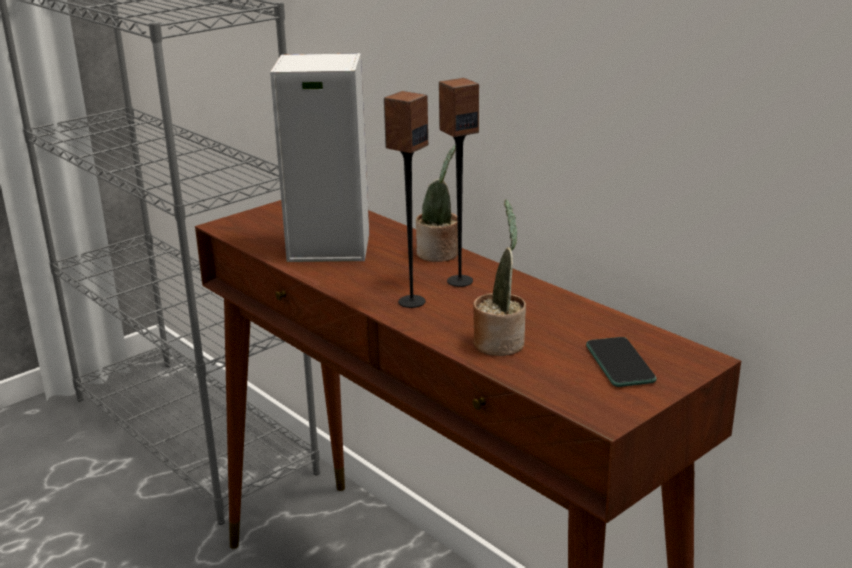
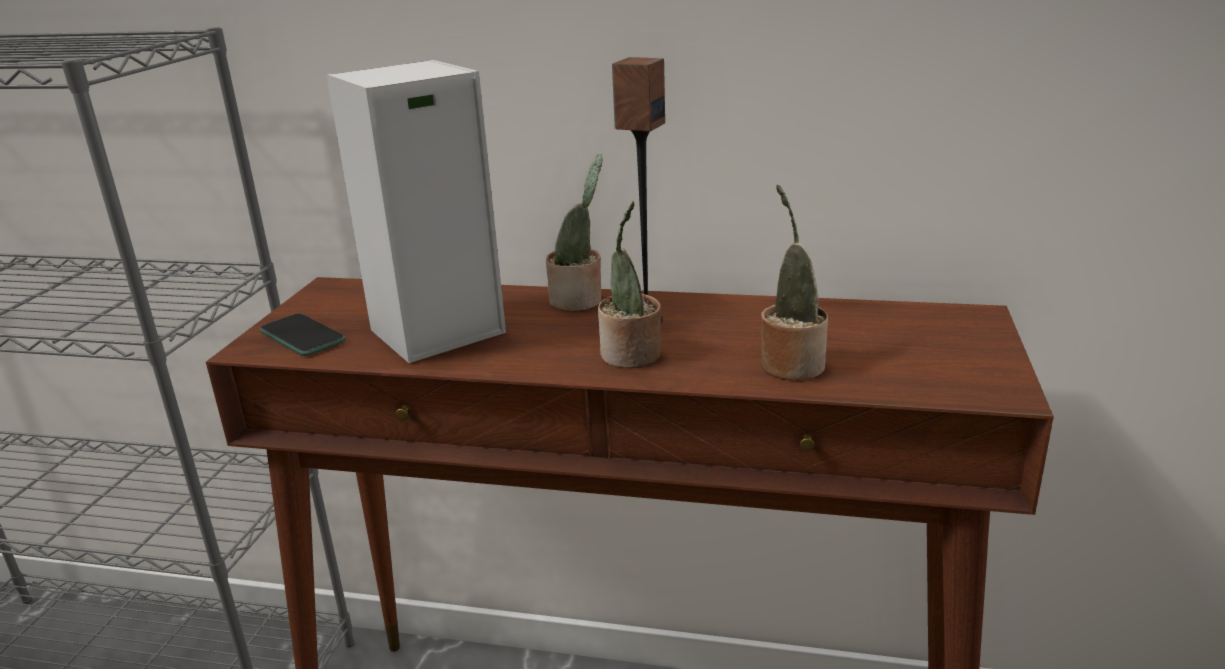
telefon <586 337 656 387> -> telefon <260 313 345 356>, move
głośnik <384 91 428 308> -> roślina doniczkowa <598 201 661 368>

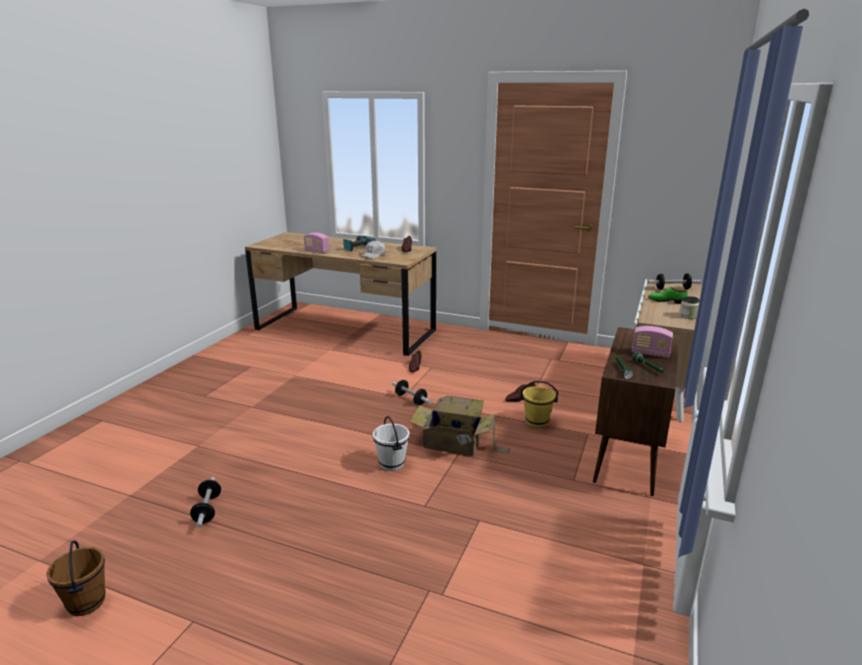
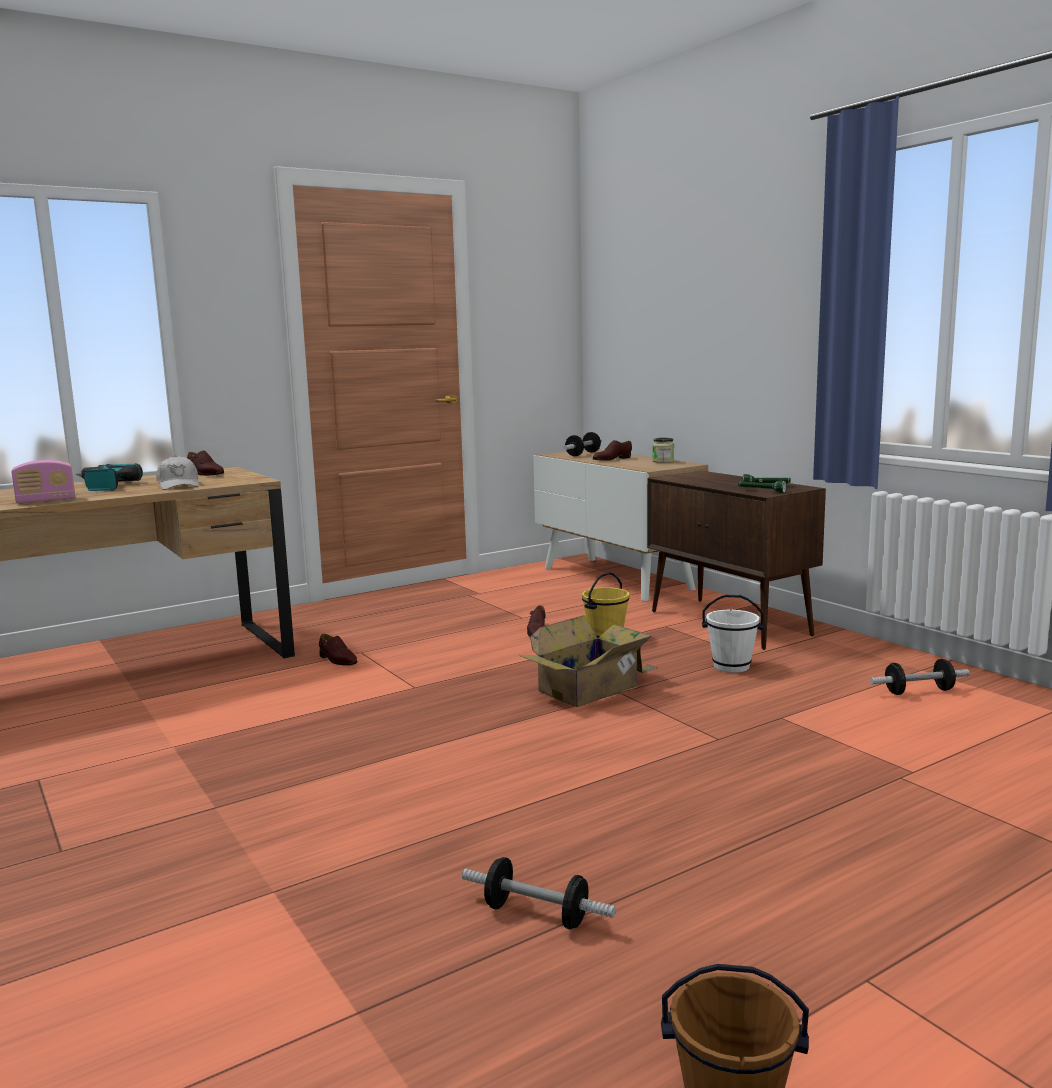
radio <632 326 673 358> -> none
wiadro/biały <373 416 409 471> -> wiadro/biały <702 595 764 673>, move
hantel <392 380 431 405> -> hantel <870 659 970 695>, move
but/zielony <648 287 688 304> -> but/brązowy <593 440 632 461>

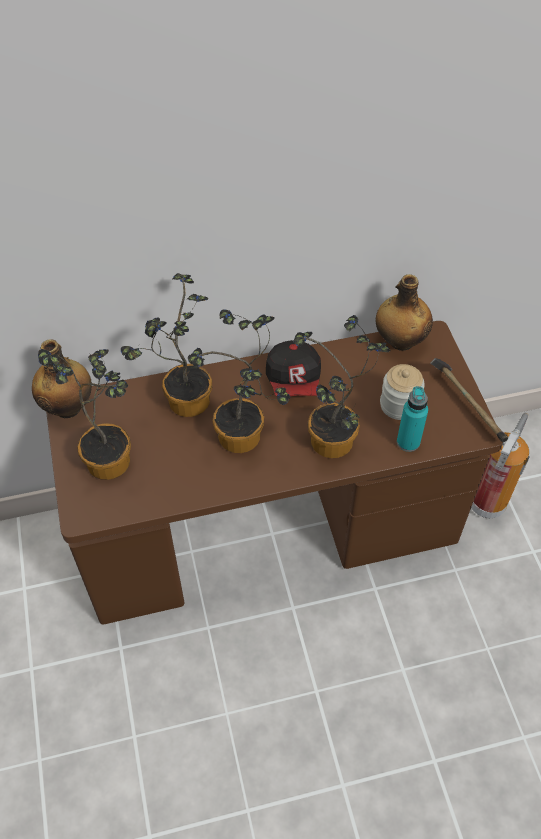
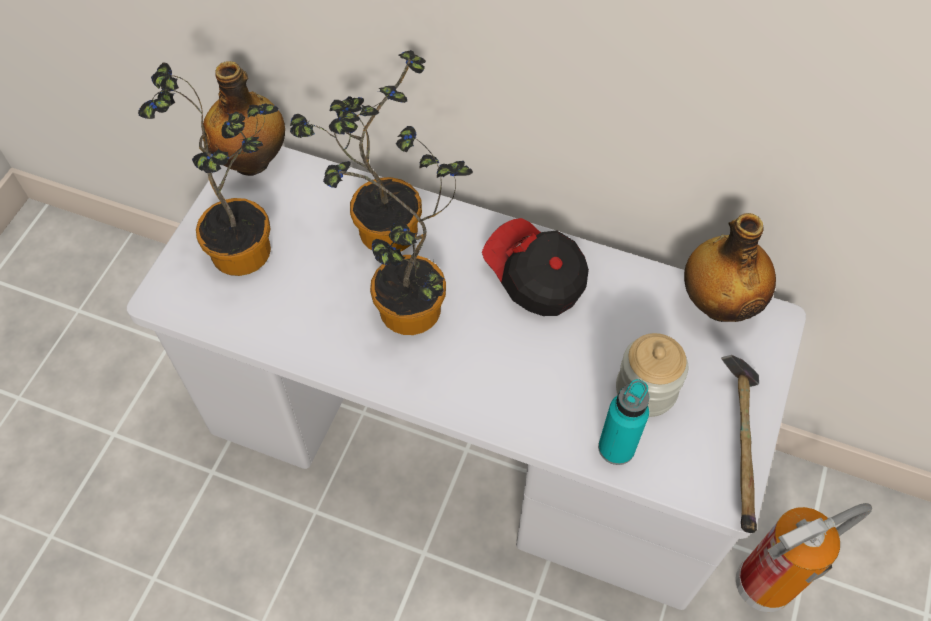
roślina doniczkowa <293 315 390 458> -> none
biurko/brązowy <46 321 503 625> -> biurko/biały <127 146 806 610>
czapka z daszkiem <266 340 321 397> -> czapka z daszkiem <482 218 589 316>, 105 degrees clockwise

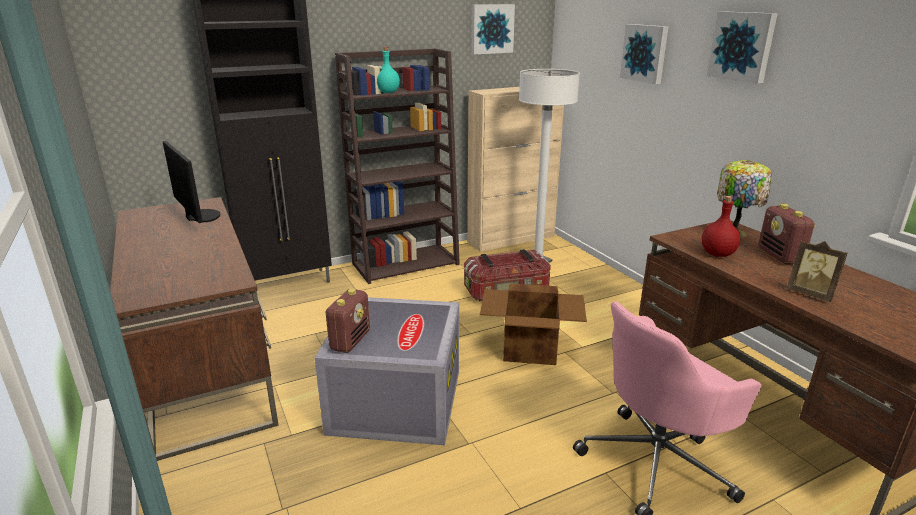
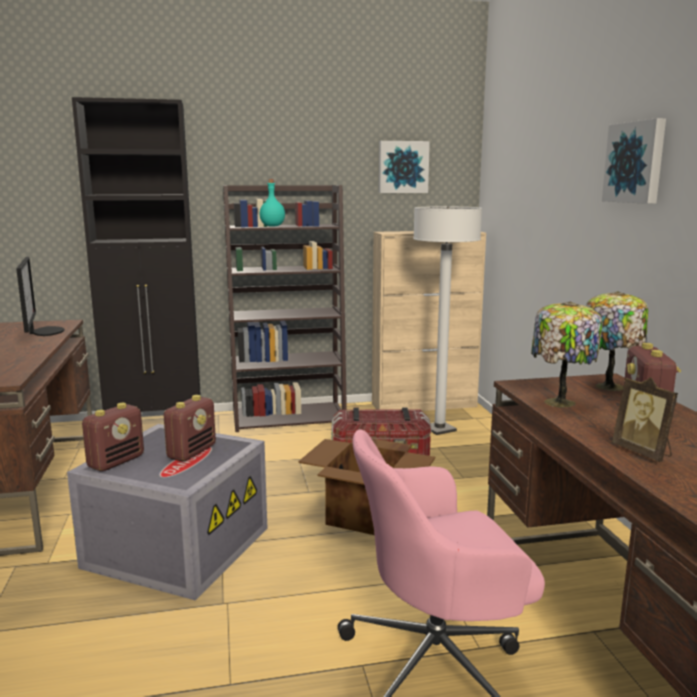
obraz <620 24 668 84> -> none
none -> radio <163 395 216 461>
butelka/czerwony <702 196 740 257> -> lampa stołowa <531 301 602 408>

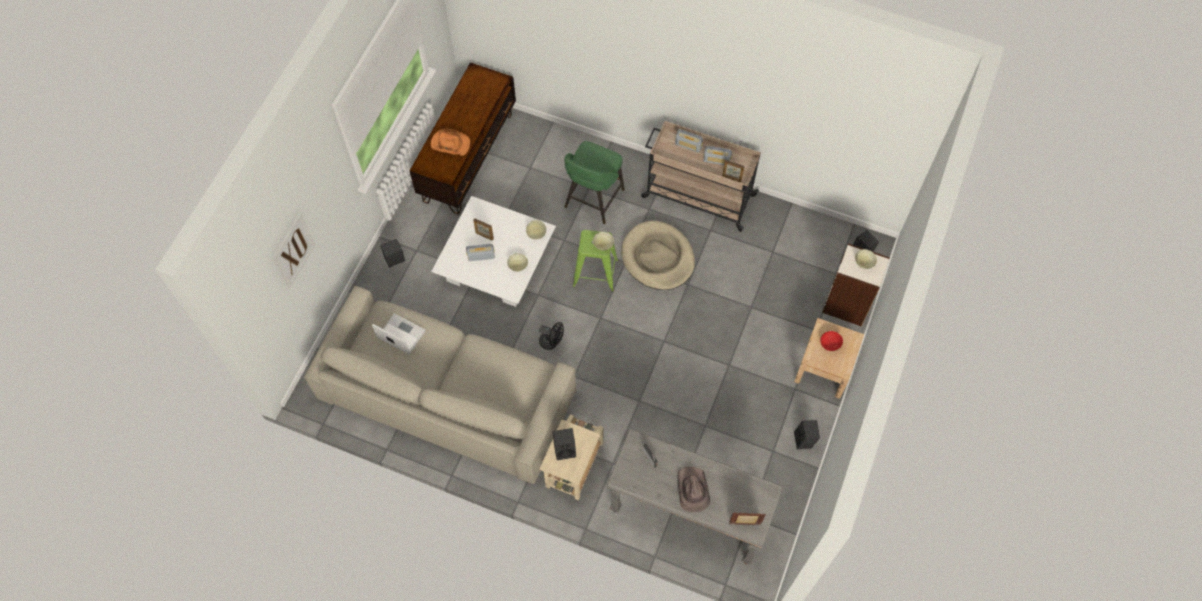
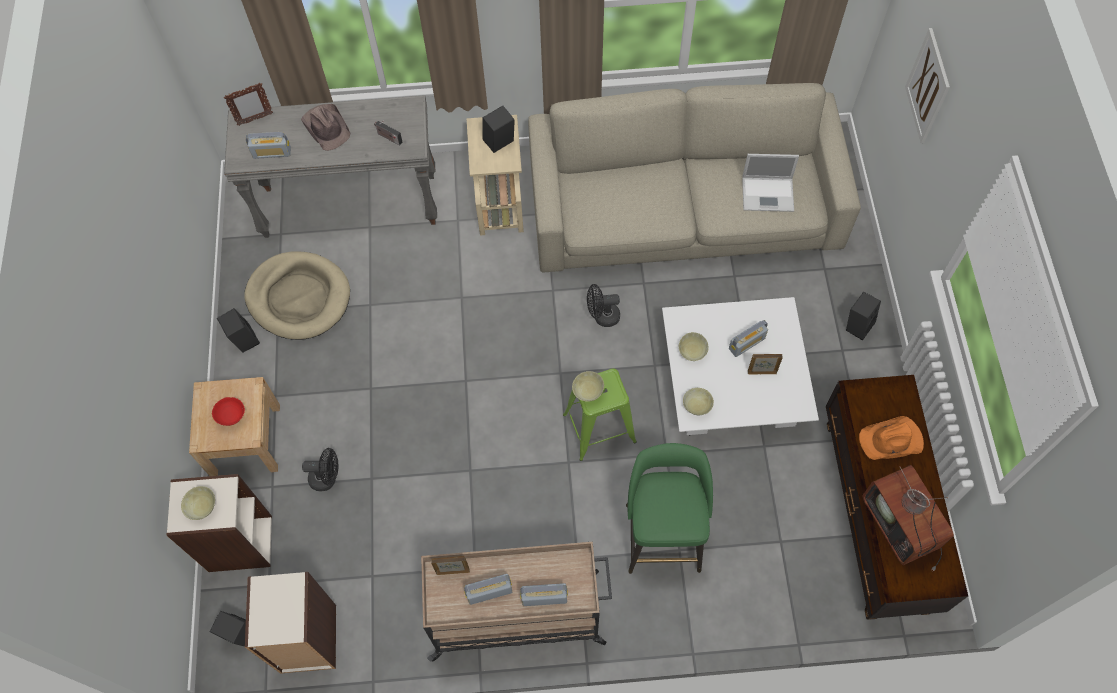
none -> regał <245 572 336 674>
none -> radio <246 132 291 159>
none -> wentylator/czarny <302 448 338 491>
none -> telewizor <863 465 954 572>
legowisko/beżowy <621 220 695 290> -> legowisko/beżowy <244 251 350 340>, move

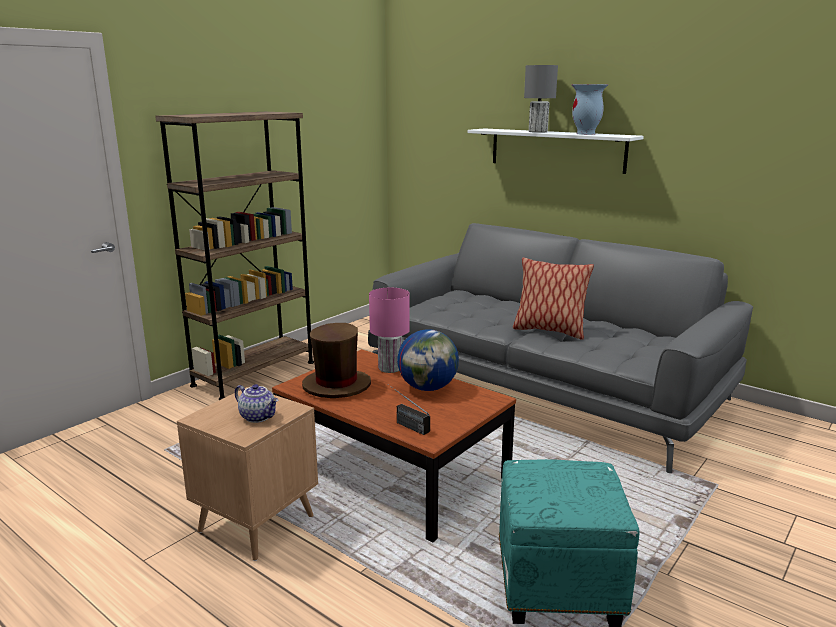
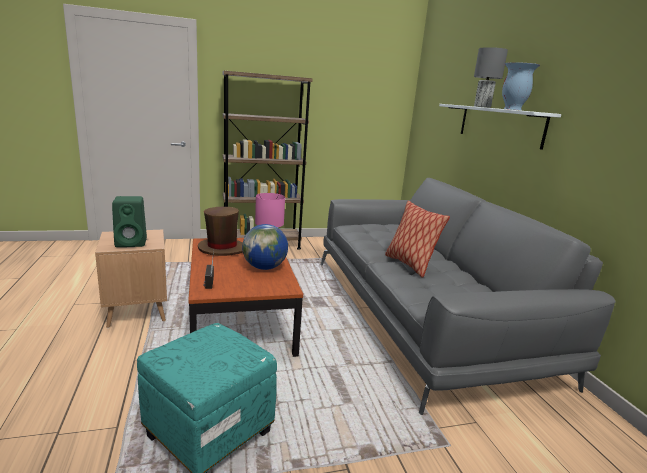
imbryk <235 384 279 423> -> głośnik/zielony <112 196 147 247>

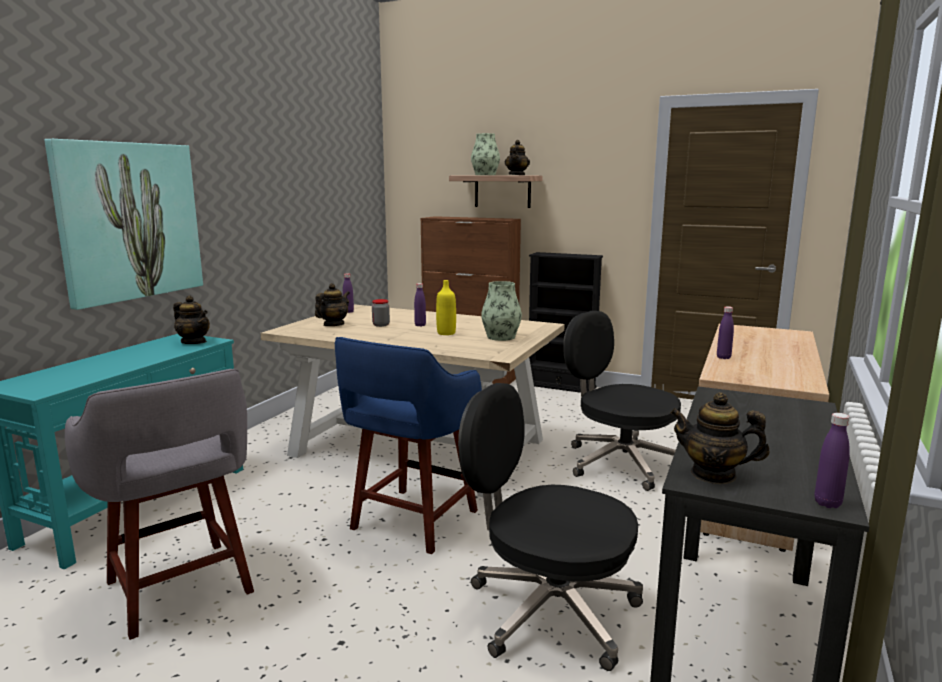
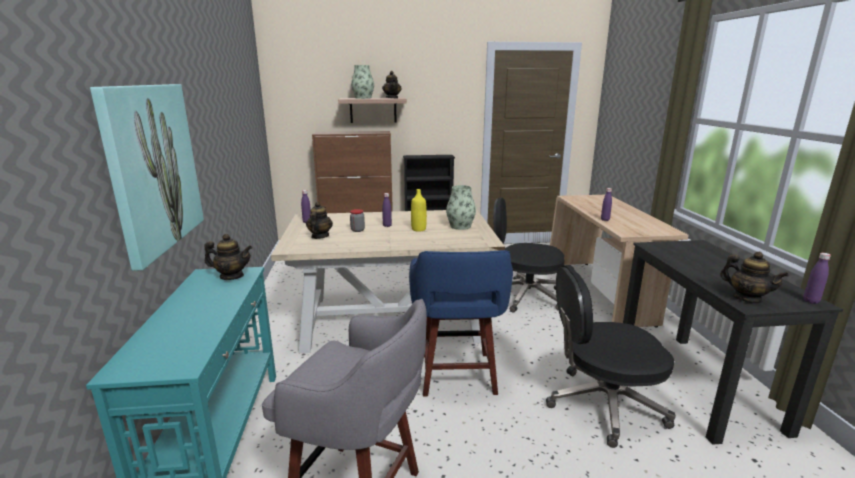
imbryk <670 393 769 484> -> imbryk <720 252 789 304>, 120 degrees counterclockwise

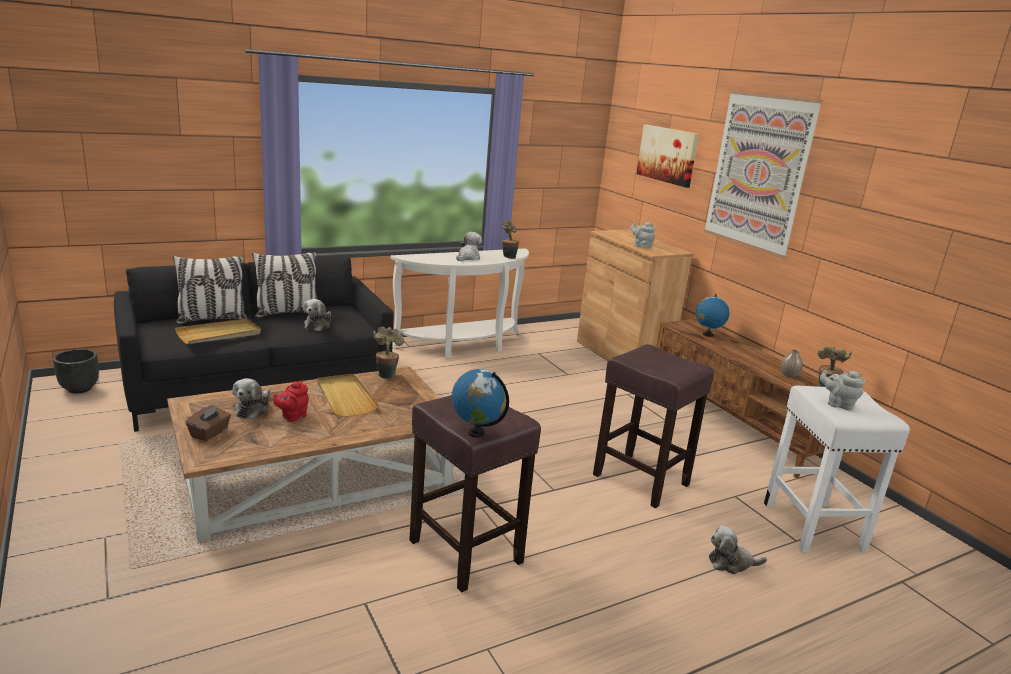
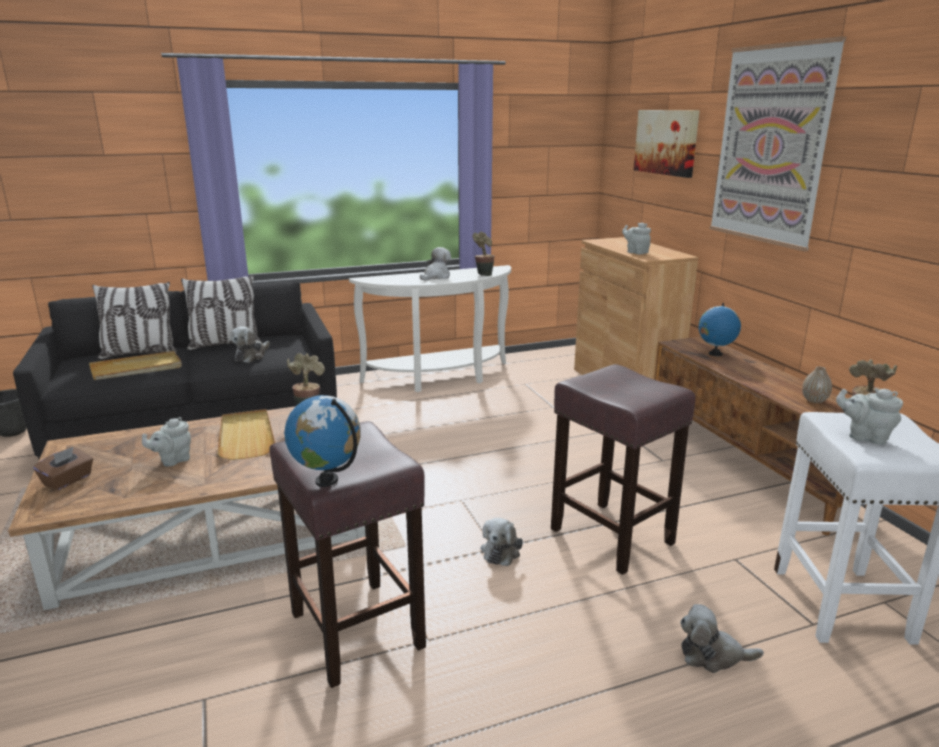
pluszak <232 378 270 419> -> pluszak <481 518 523 566>, move
imbryk/czerwony <273 380 309 422> -> imbryk/szary <142 417 191 467>

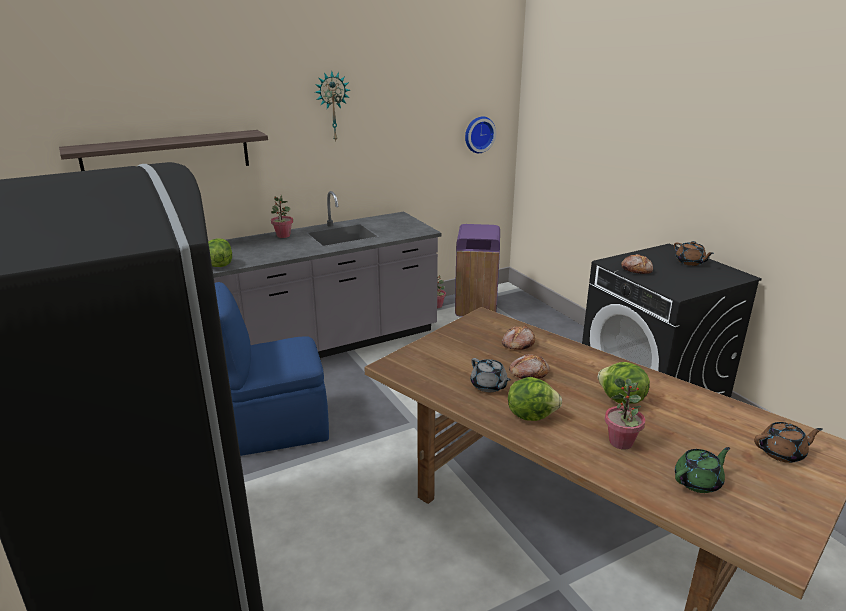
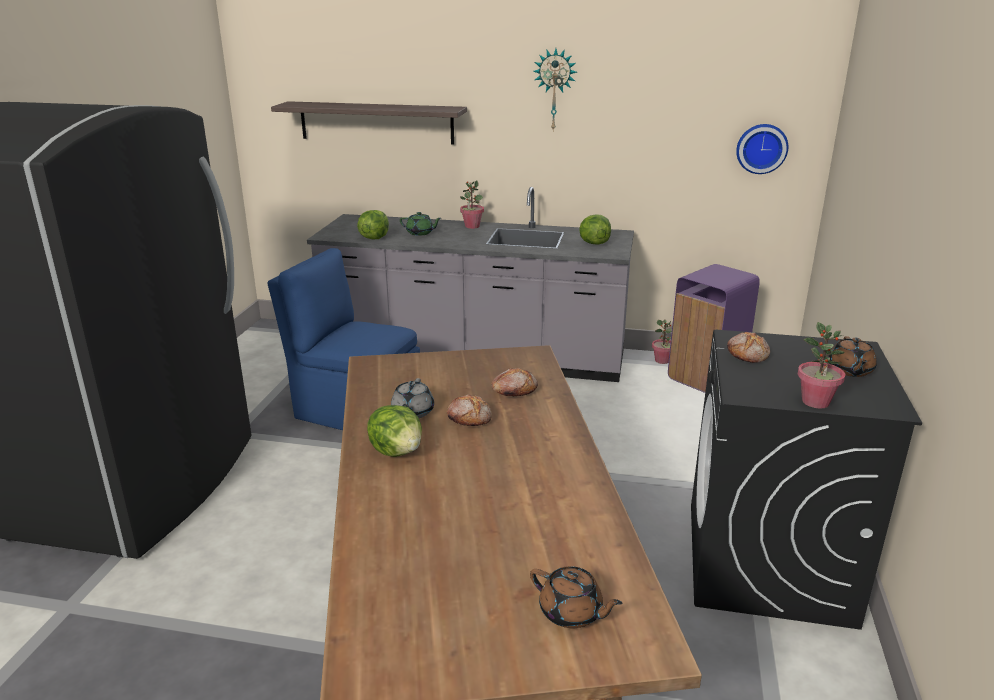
sałata <598 362 650 404> -> sałata <579 214 611 245>, move
roślina doniczkowa <605 378 645 449> -> roślina doniczkowa <798 322 845 409>, move
imbryk/zielony <675 447 730 493> -> imbryk/zielony <400 212 441 236>, move

